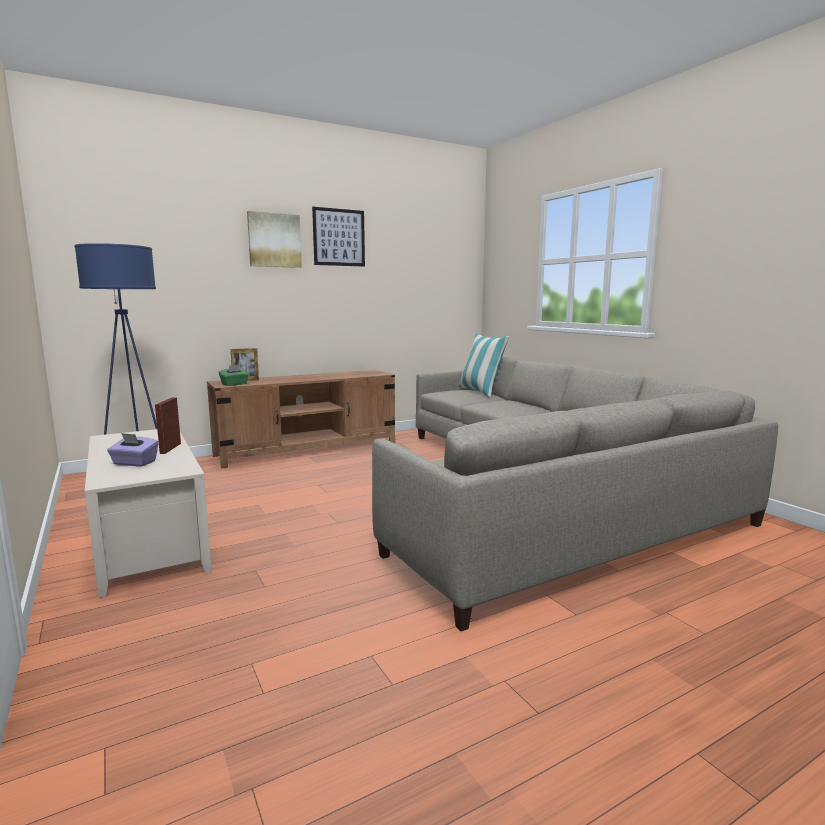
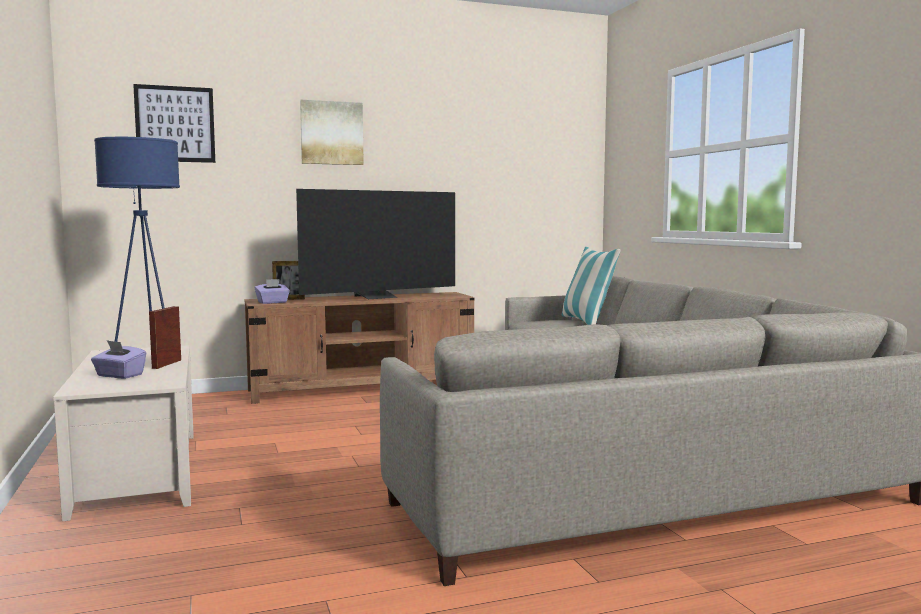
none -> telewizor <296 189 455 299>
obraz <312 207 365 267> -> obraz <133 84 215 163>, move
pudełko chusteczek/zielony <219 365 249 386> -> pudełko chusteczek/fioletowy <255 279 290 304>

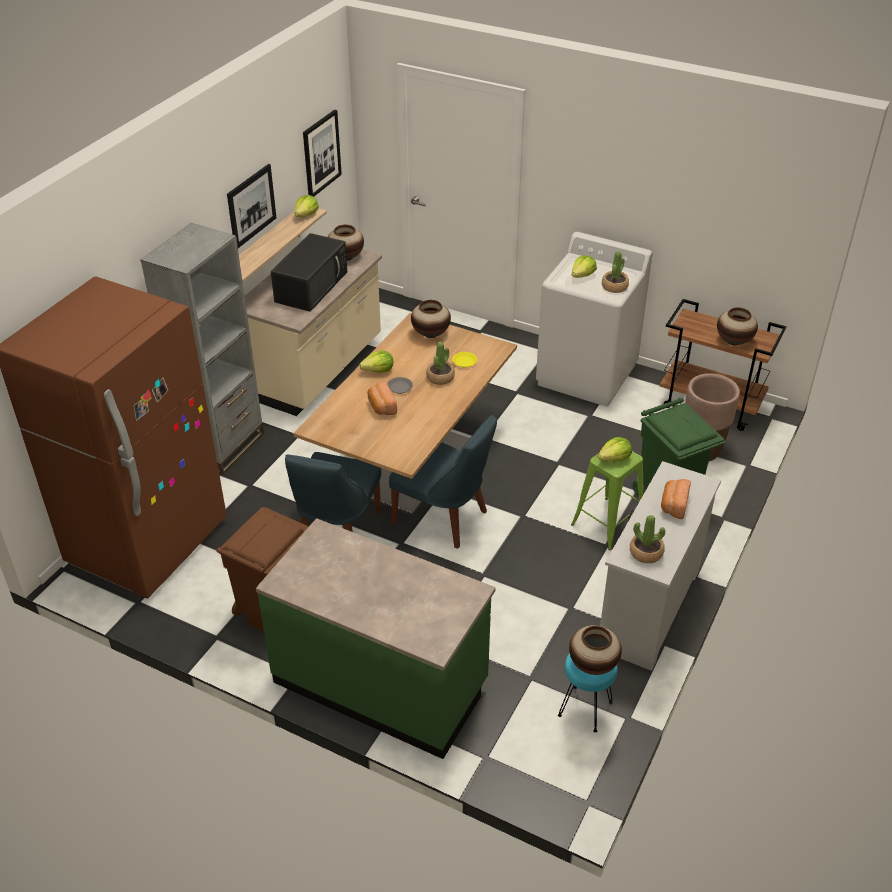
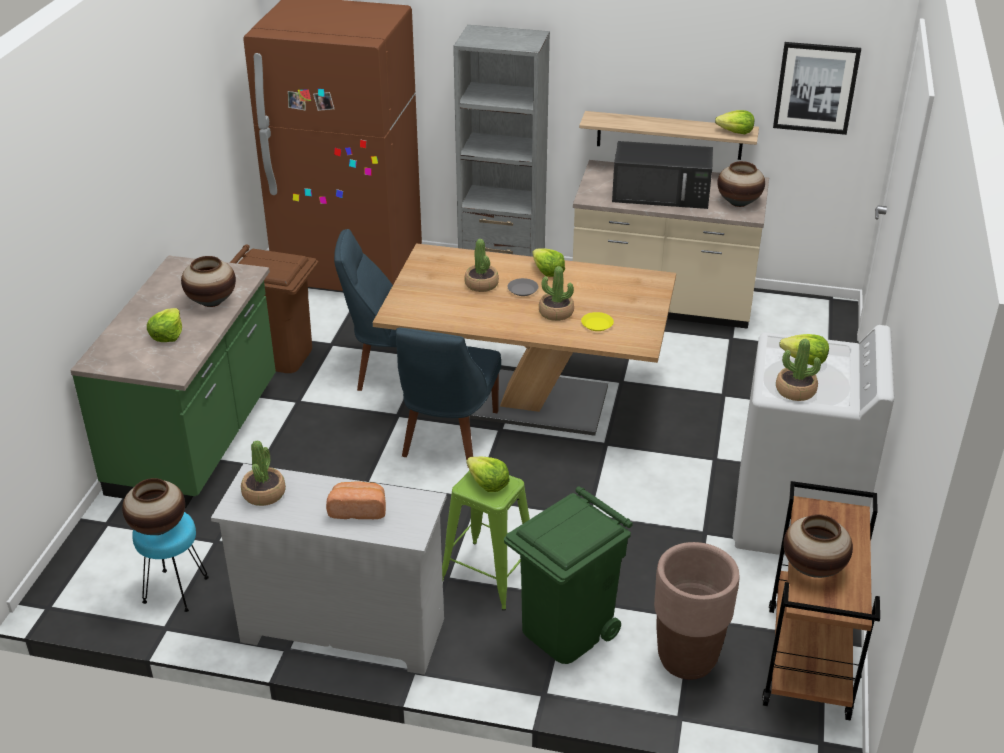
obraz <227 164 277 248> -> none
none -> sałata <147 308 182 342>
wazon <411 300 451 338> -> wazon <181 256 236 307>, move
chleb <368 381 397 415> -> roślina doniczkowa <464 239 499 292>

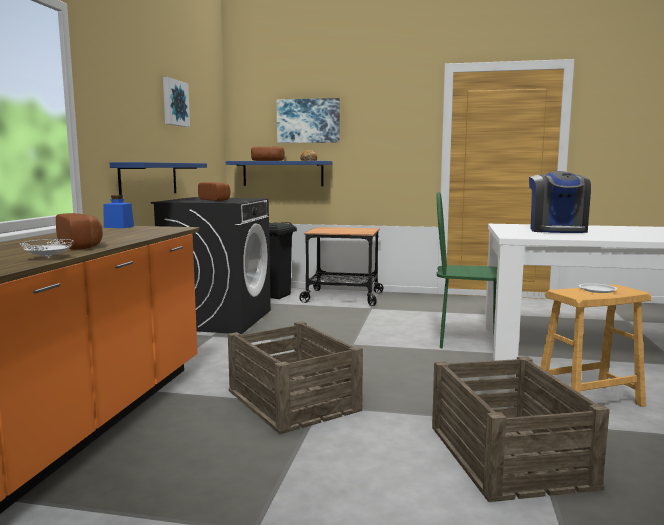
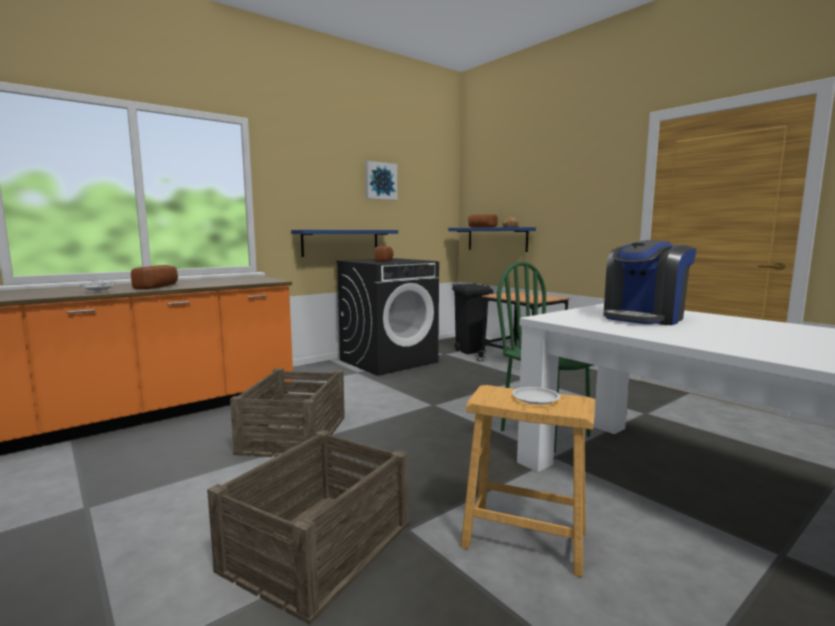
słoik/niebieski <103 195 134 228> -> none
obraz <276 98 340 143> -> none

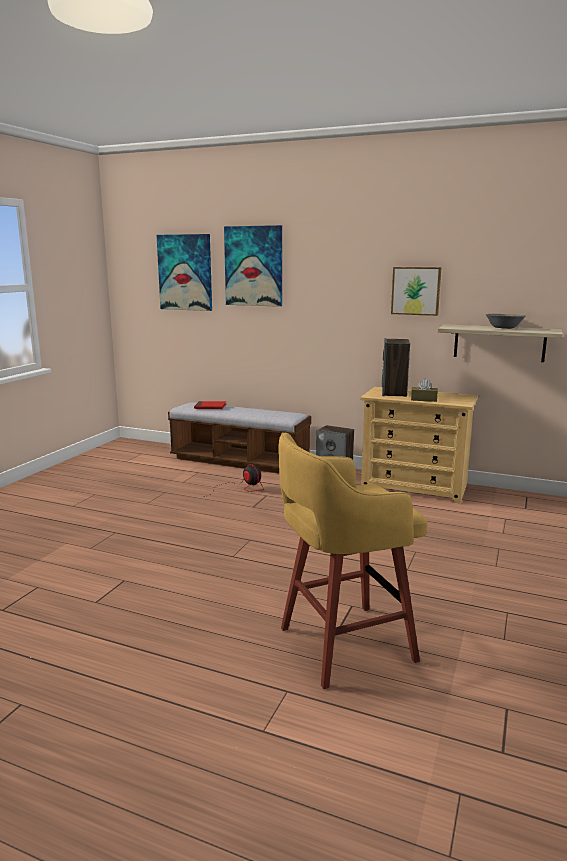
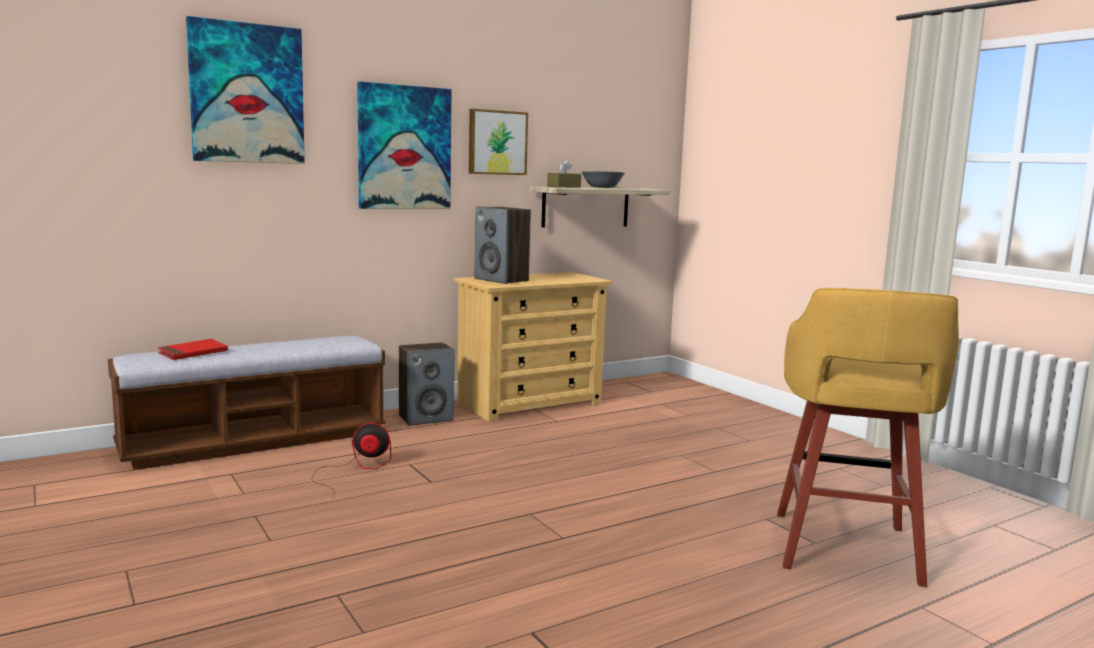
obraz <156 234 212 311> -> obraz <357 81 451 209>, move
pudełko chusteczek/brązowy <411 378 438 402> -> pudełko chusteczek/brązowy <547 160 581 188>, move

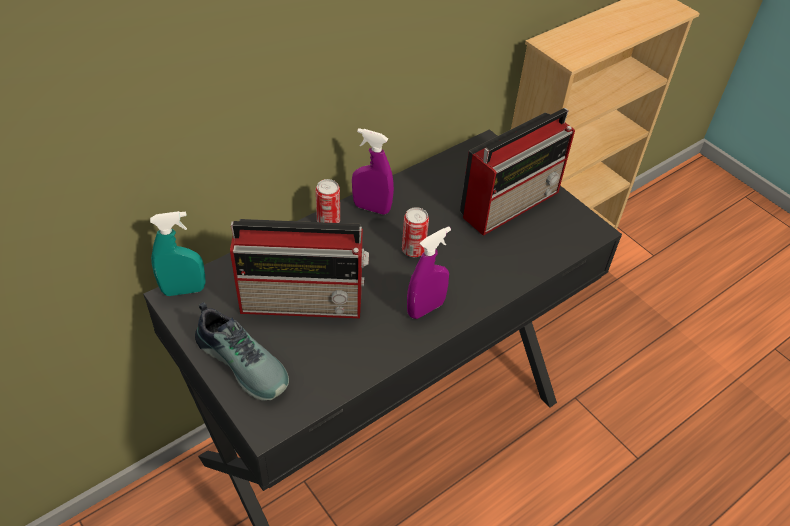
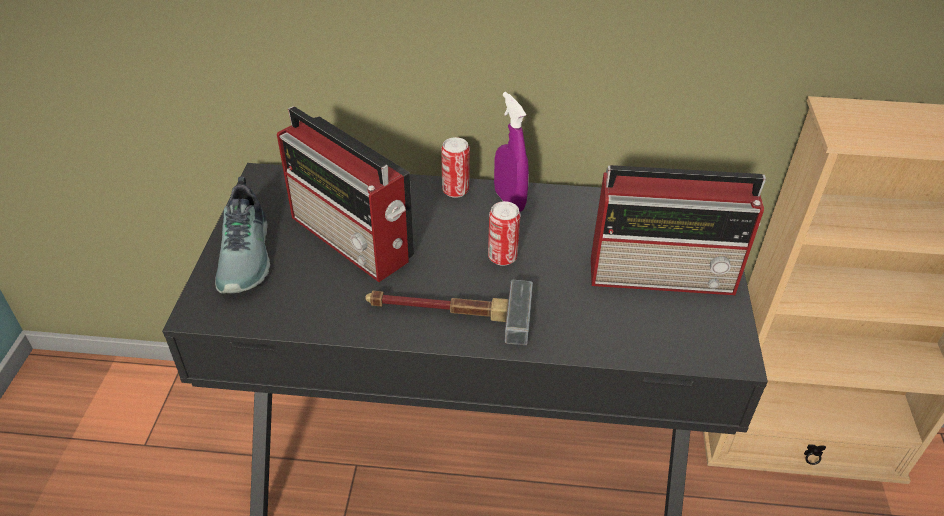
spryskiwacz/turkusowy <150 211 205 296> -> none
spryskiwacz/fioletowy <407 227 451 319> -> młotek <365 280 533 345>

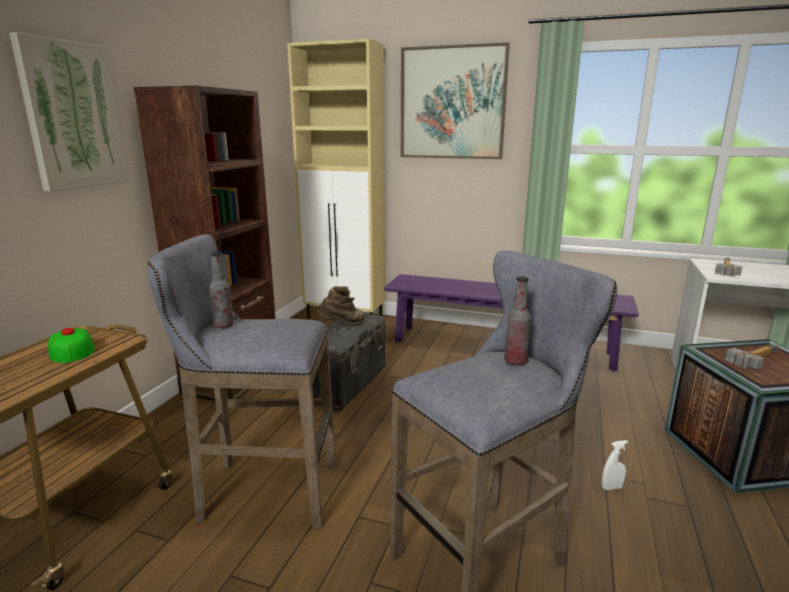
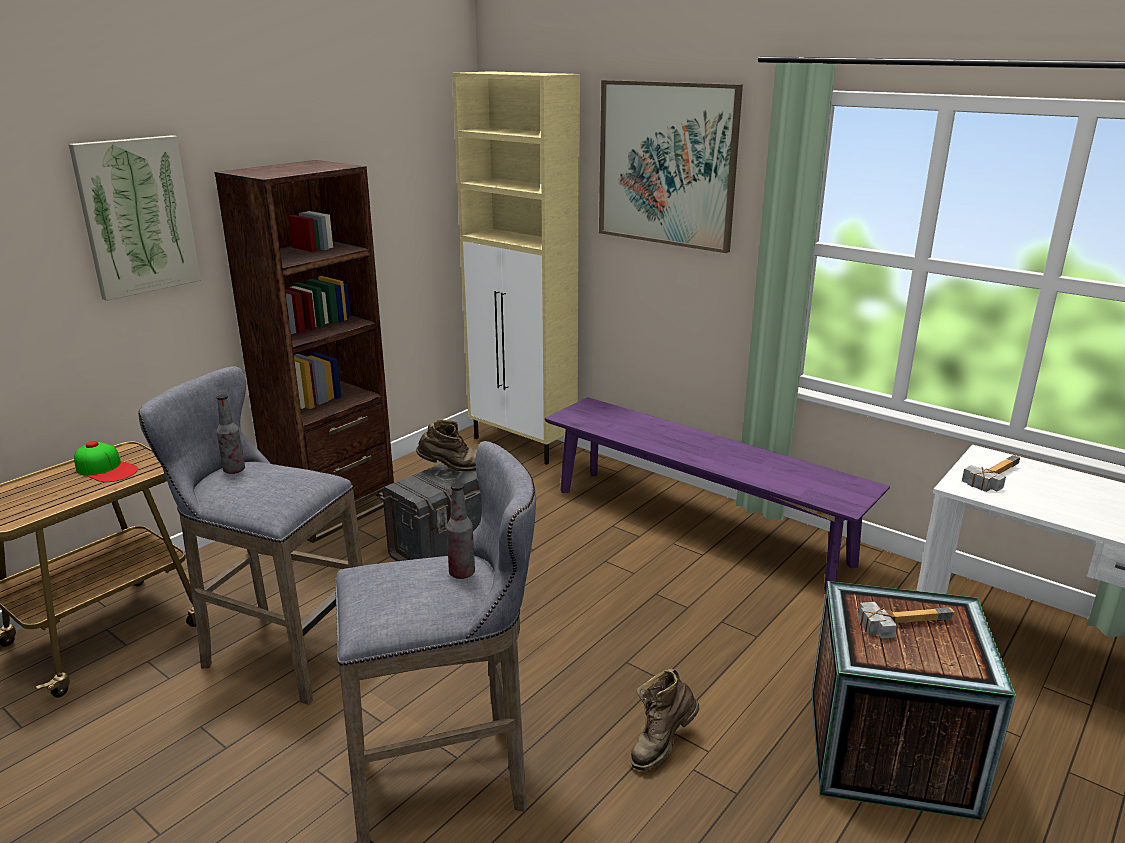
spryskiwacz/biały <602 440 628 490> -> but z cholewką/brązowy <630 669 699 771>
czapka z daszkiem <48 328 95 363> -> czapka z daszkiem <74 441 138 482>, 135 degrees clockwise

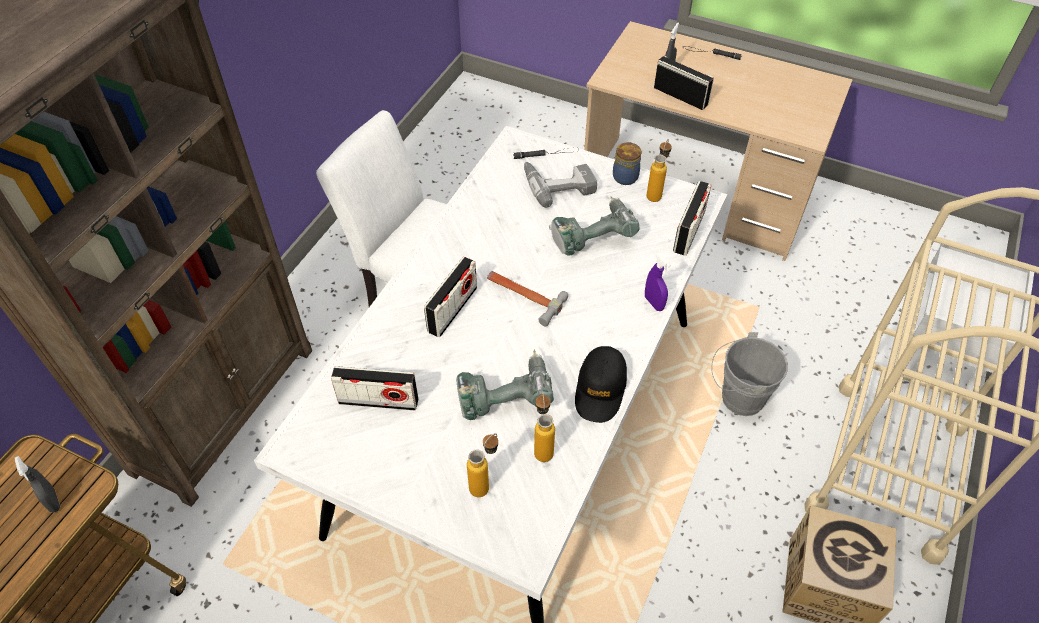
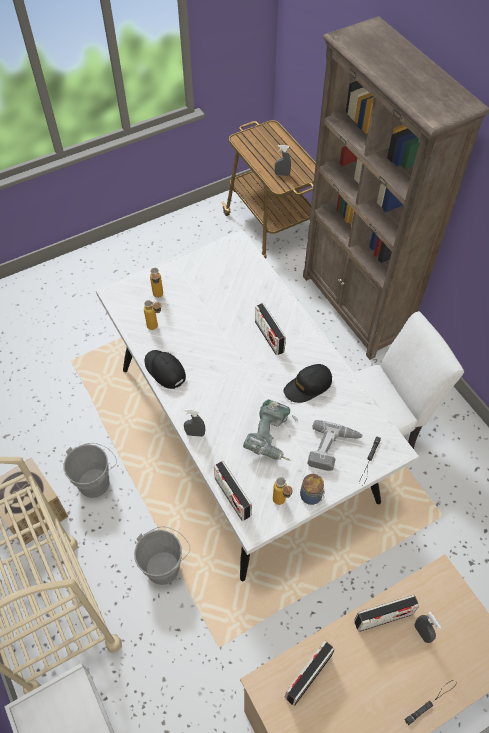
wiertarka <456 349 554 420> -> none
młotek <487 271 568 327> -> none
none -> wiadro/szary <64 443 117 498>
none -> czapka z daszkiem/czarny <284 364 332 403>
radio <331 366 418 411> -> radio <285 641 334 706>, move
spryskiwacz/fioletowy <645 253 671 311> -> spryskiwacz/szary <184 409 205 437>

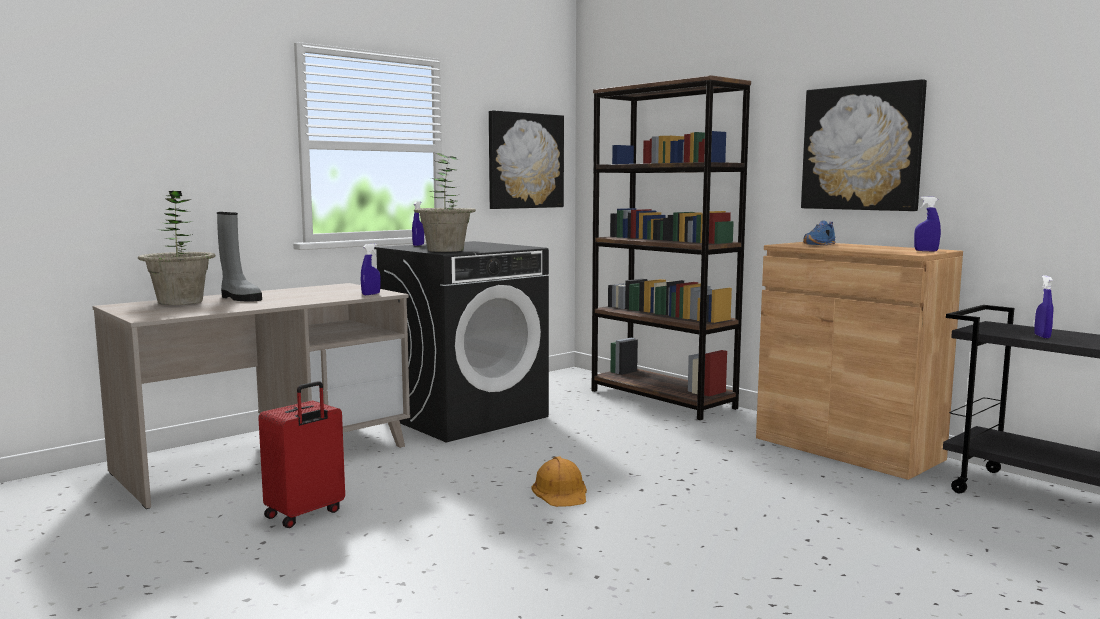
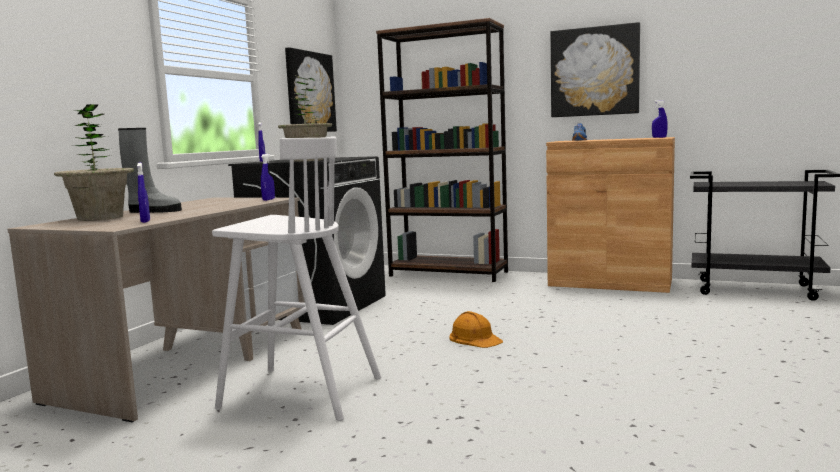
spryskiwacz/niebieski <1034 275 1053 338> -> spryskiwacz/niebieski <137 162 150 223>, move
walizka/czerwony <258 381 345 528> -> stołek/biały <212 137 381 421>

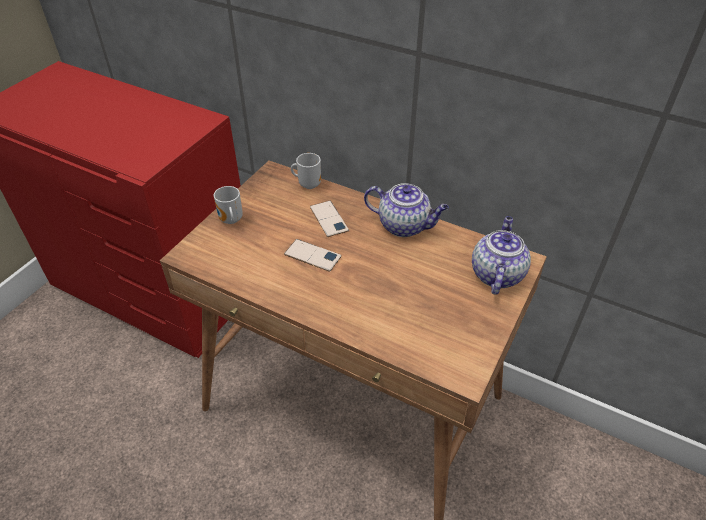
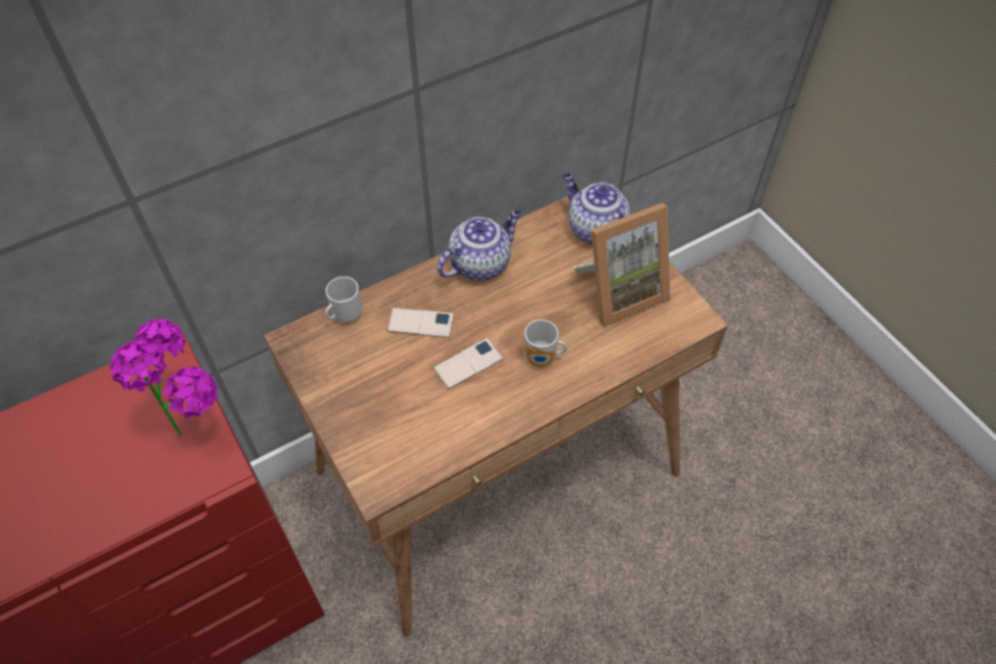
none -> roślina doniczkowa <110 319 217 435>
none -> ramka na zdjęcie <573 203 671 327>
kubek <214 186 243 224> -> kubek <524 319 567 367>, move

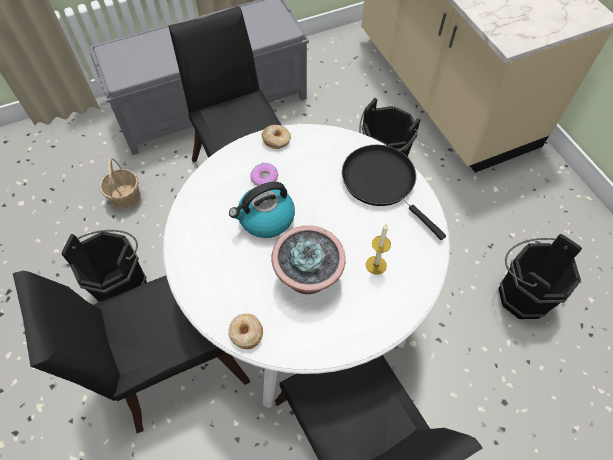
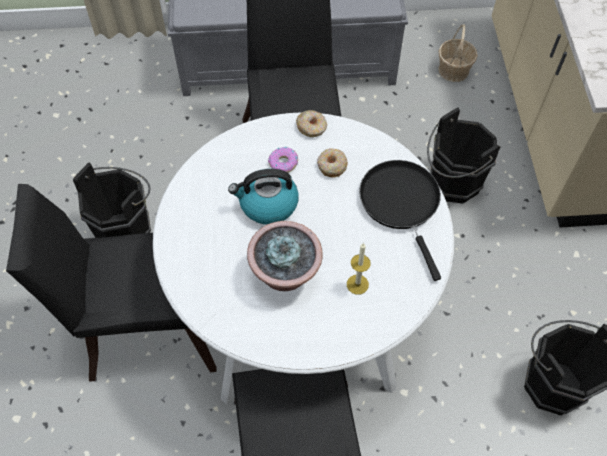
koszyk <100 158 141 210> -> koszyk <438 24 478 82>, move
donut <228 314 263 349> -> donut <317 148 348 178>, move

